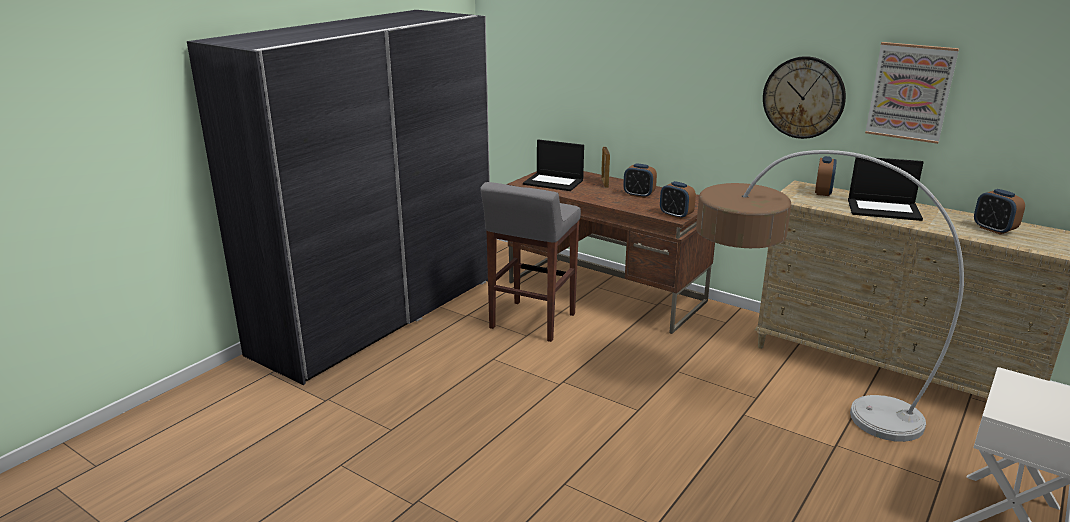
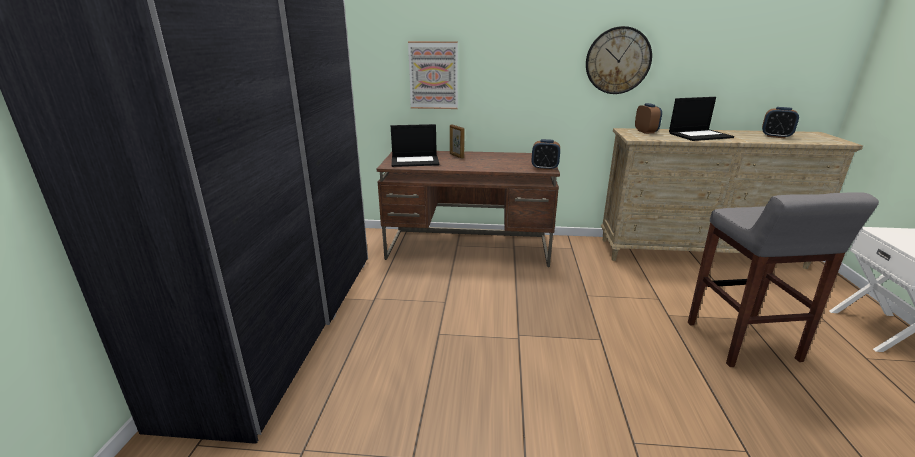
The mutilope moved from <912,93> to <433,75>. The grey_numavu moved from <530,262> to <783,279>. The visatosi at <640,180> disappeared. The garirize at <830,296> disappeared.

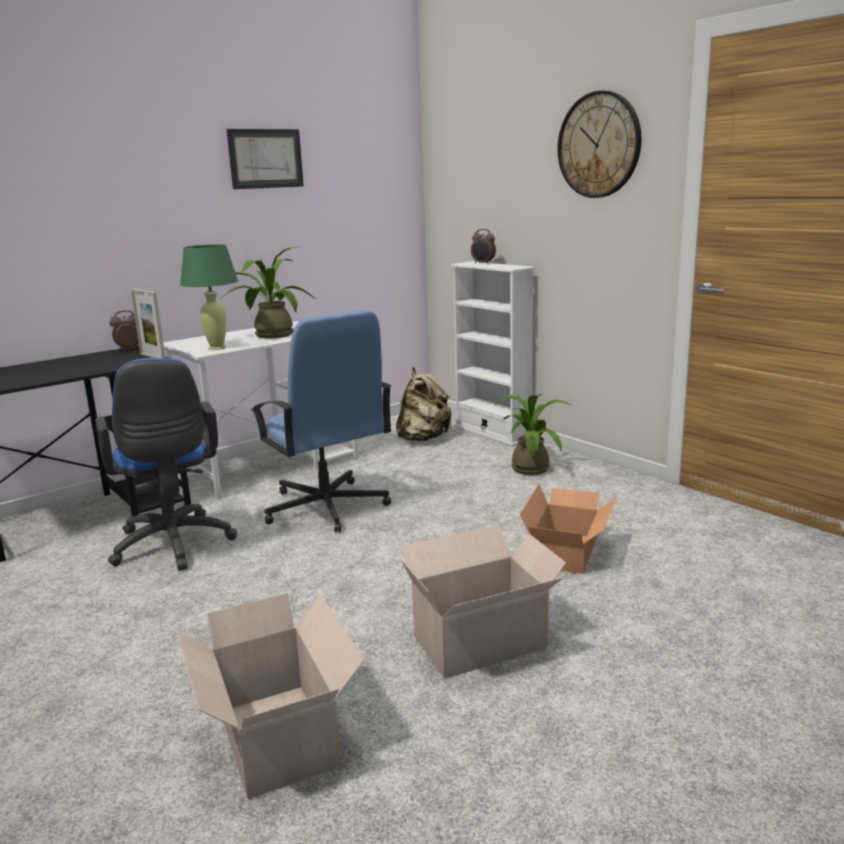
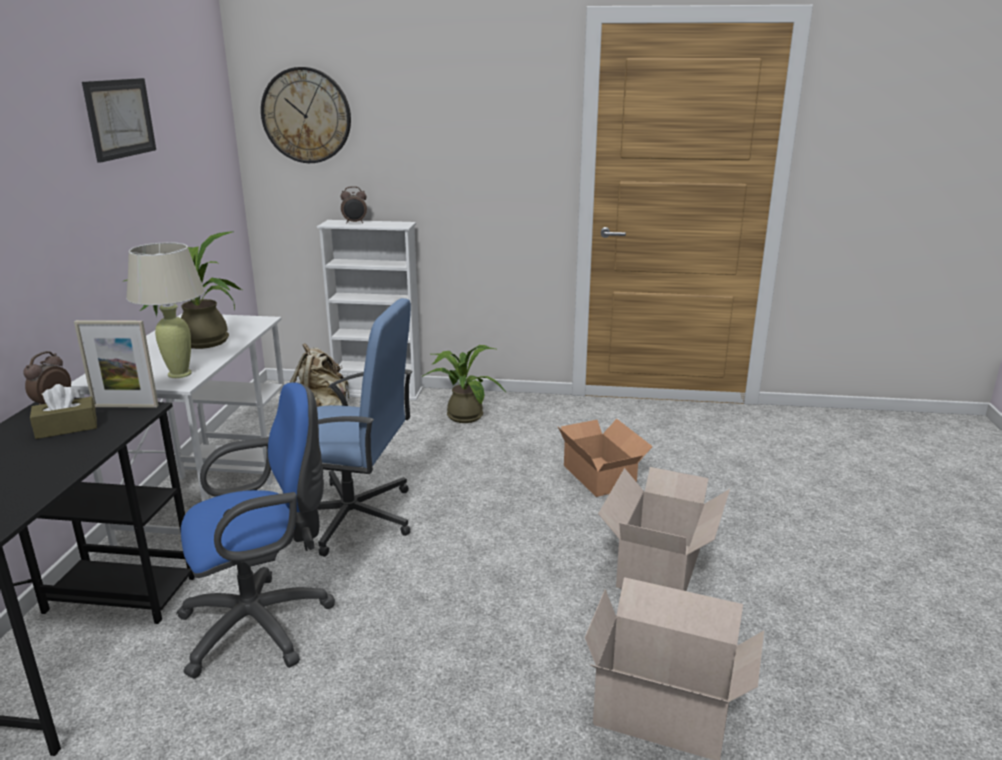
The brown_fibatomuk at <63,411> appeared. The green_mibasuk at <209,297> became the beige_mibasuk at <165,310>. The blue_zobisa at <166,464> turned 45 degrees counterclockwise. The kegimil moved from <600,144> to <306,115>.

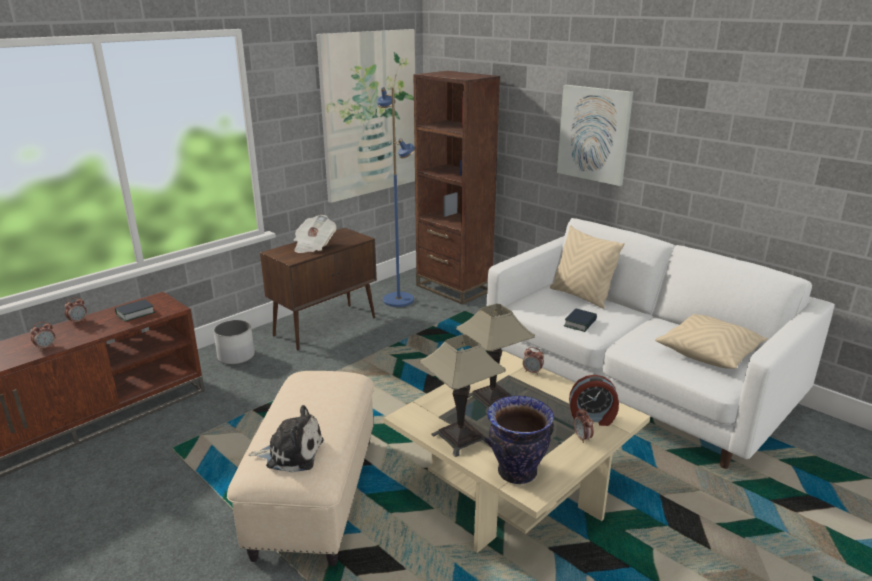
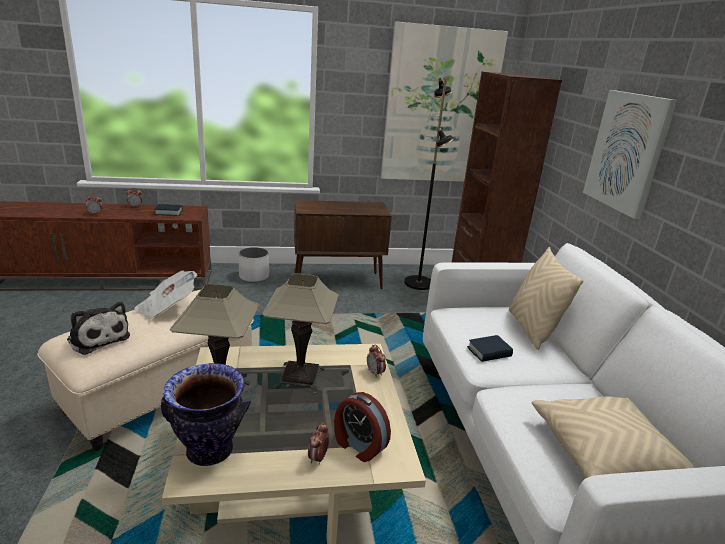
The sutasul moved from <315,234> to <165,295>. The blue_garirize at <396,197> became the black_garirize at <429,184>.

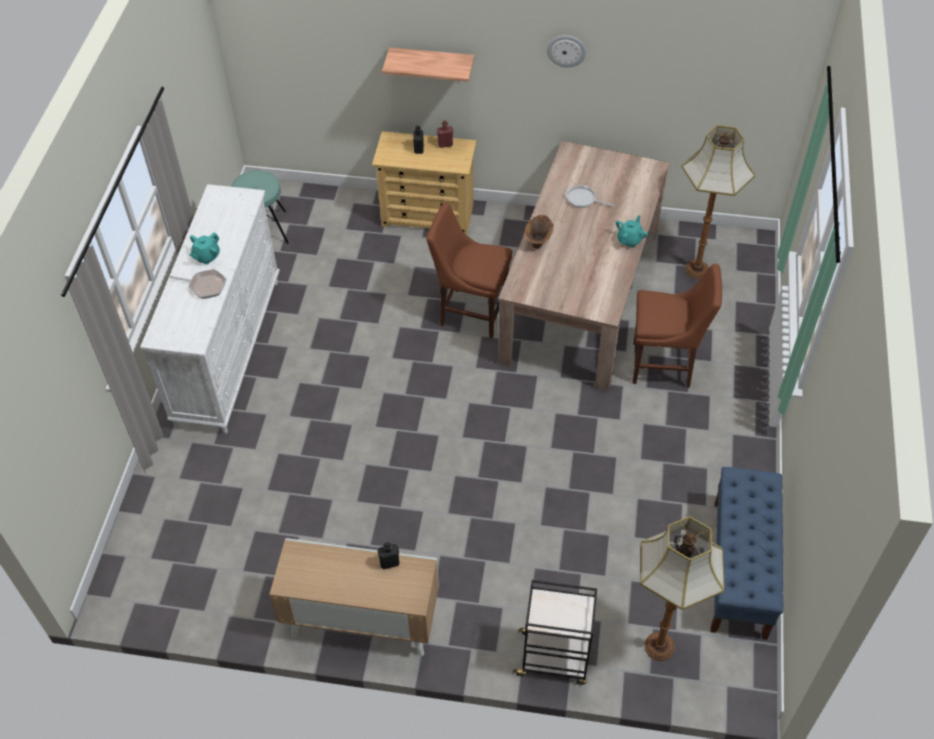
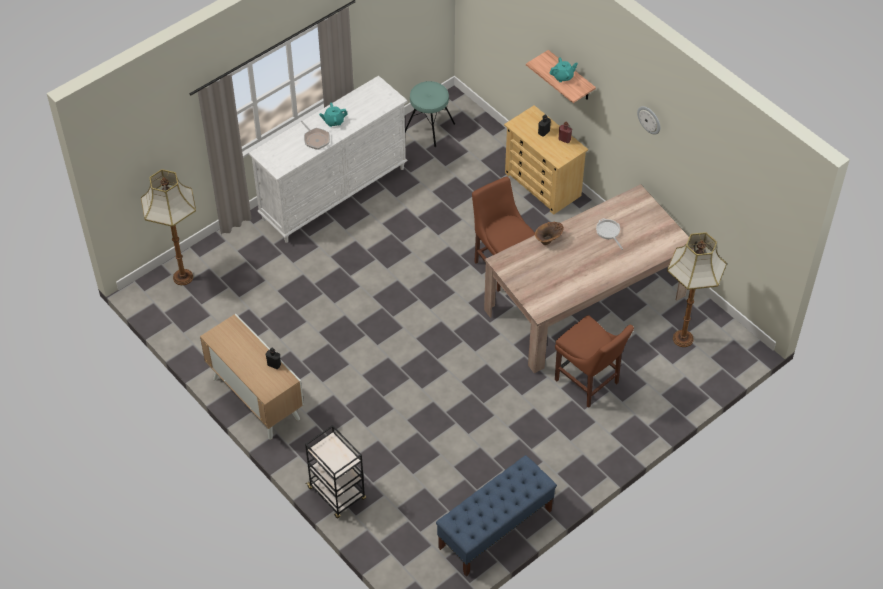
The garirize moved from <682,589> to <168,227>. The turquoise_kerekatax moved from <631,231> to <564,69>.

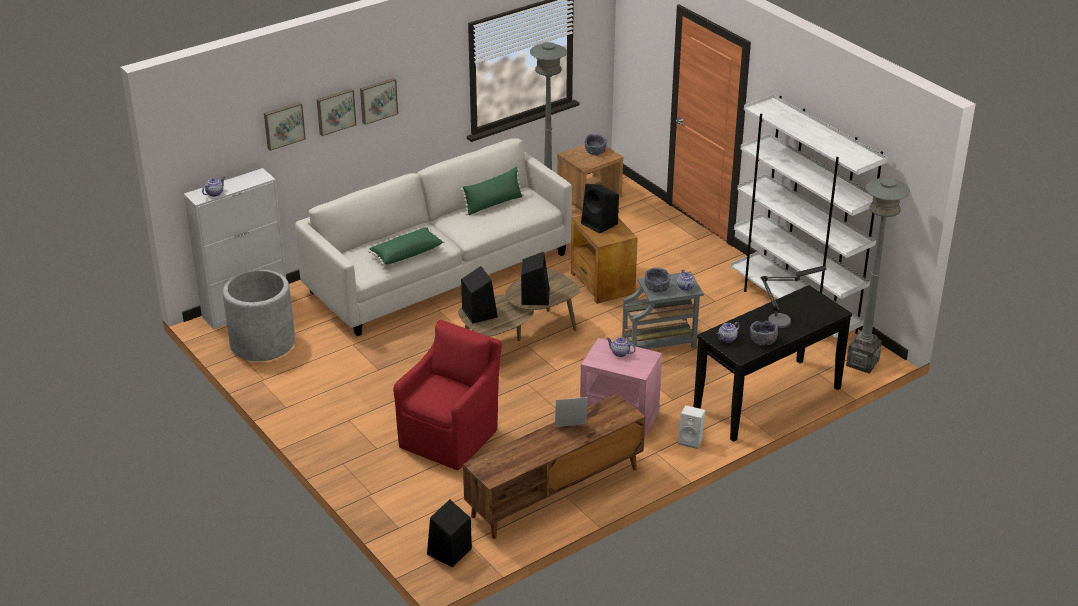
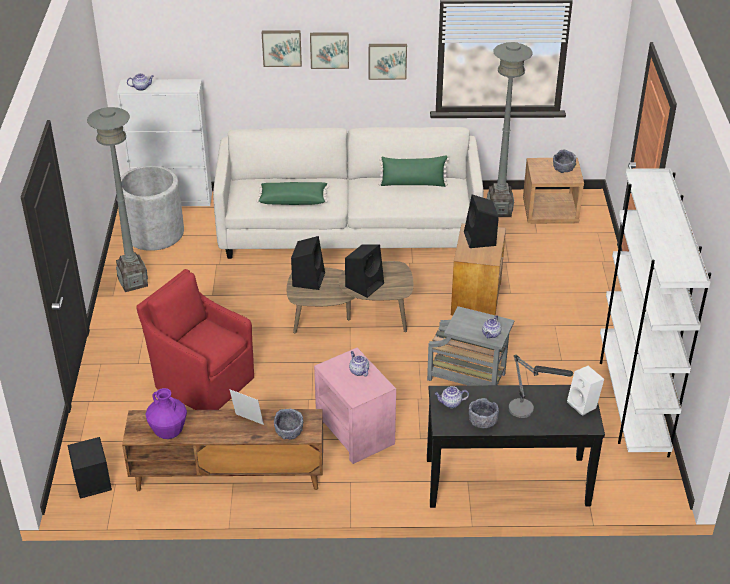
The grey_garirize moved from <878,276> to <117,199>. The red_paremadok at <447,395> turned 120 degrees counterclockwise. The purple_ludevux at <166,413> appeared. The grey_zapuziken moved from <657,280> to <288,424>. The mutilope moved from <285,126> to <388,62>. The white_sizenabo moved from <692,427> to <585,391>.

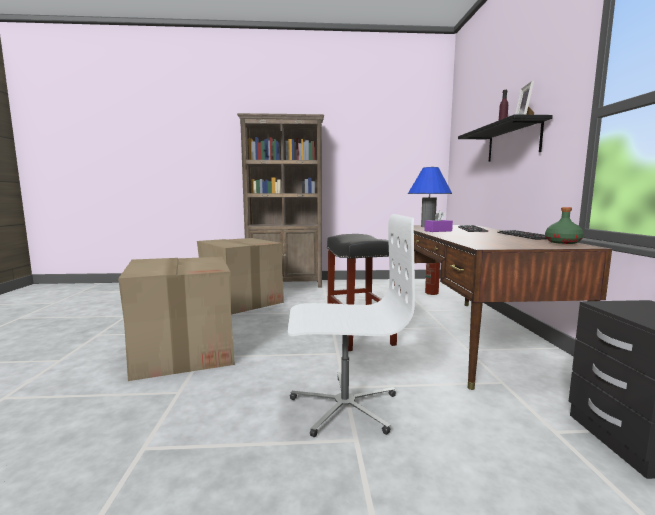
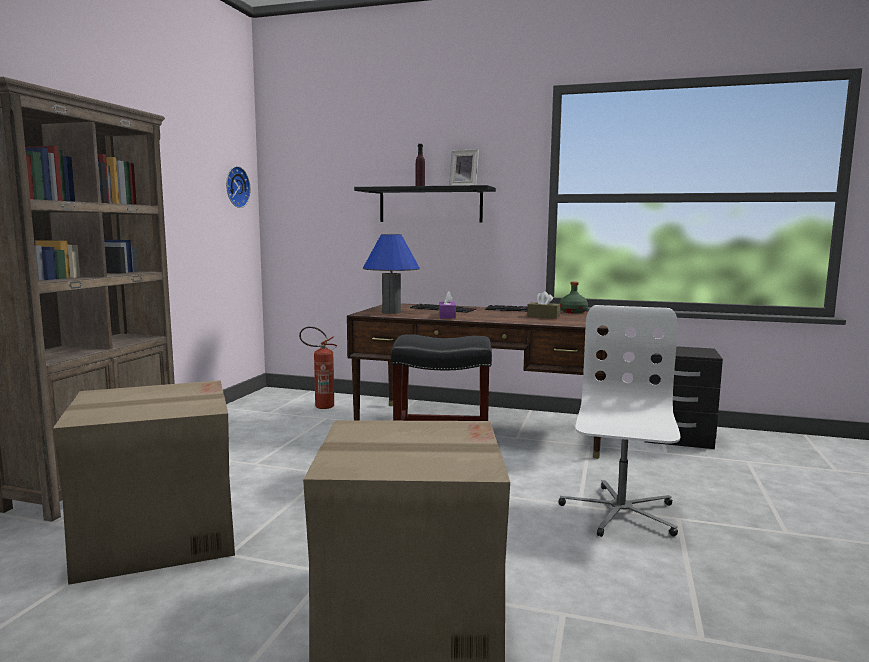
The kegimil at <238,187> appeared. The brown_fibatomuk at <543,305> appeared.

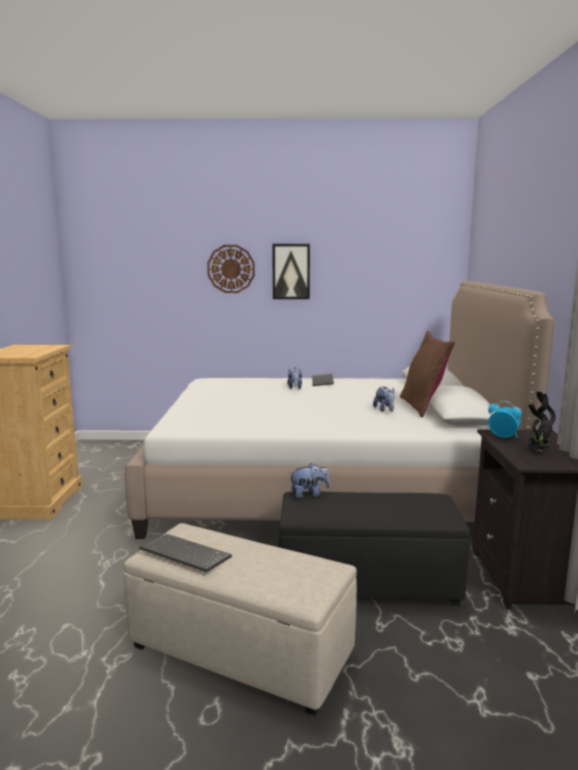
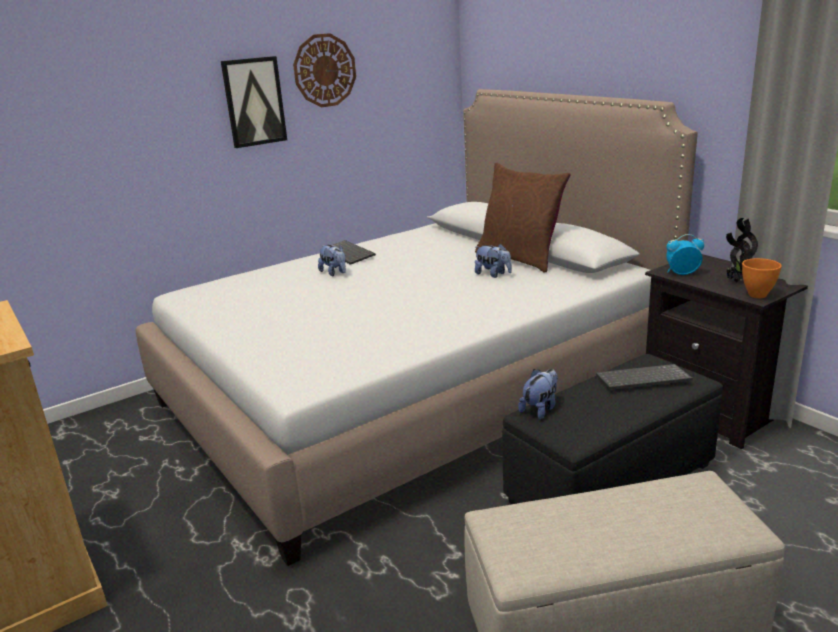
The kegimil moved from <231,269> to <324,70>. The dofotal moved from <185,553> to <644,377>. The orange_zapuziken at <762,278> appeared.

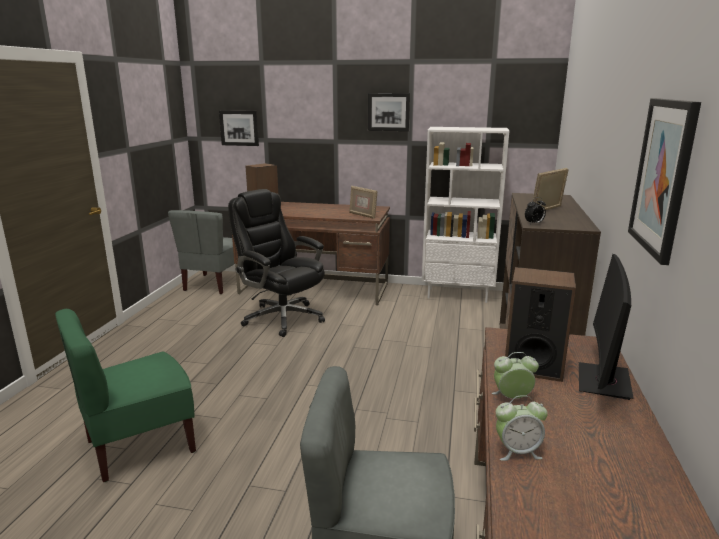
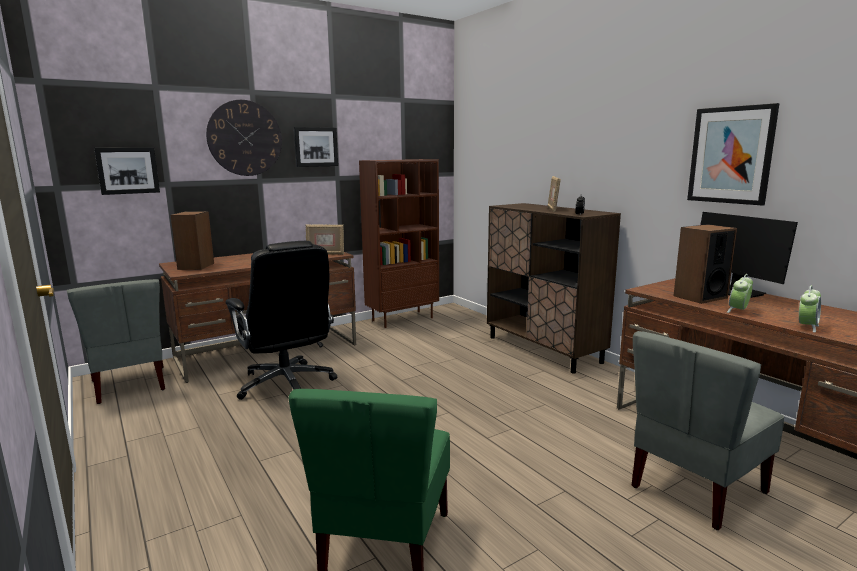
The kegimil at <244,138> appeared. The black_zobisa at <276,263> turned 120 degrees counterclockwise. The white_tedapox at <465,215> became the brown_tedapox at <399,243>.

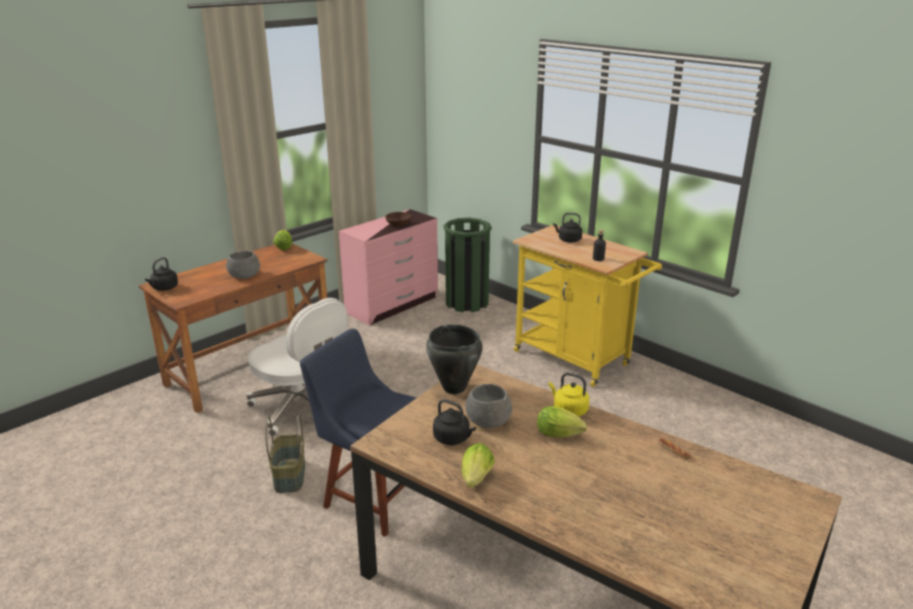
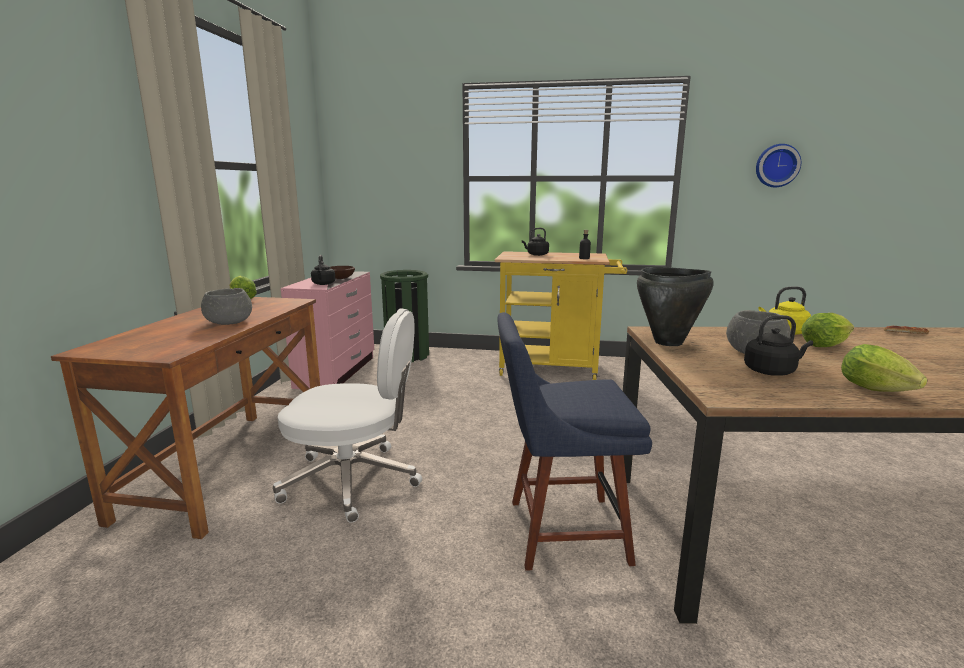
The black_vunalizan moved from <161,274> to <323,270>. The kegimil at <778,165> appeared. The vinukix at <285,453> disappeared.

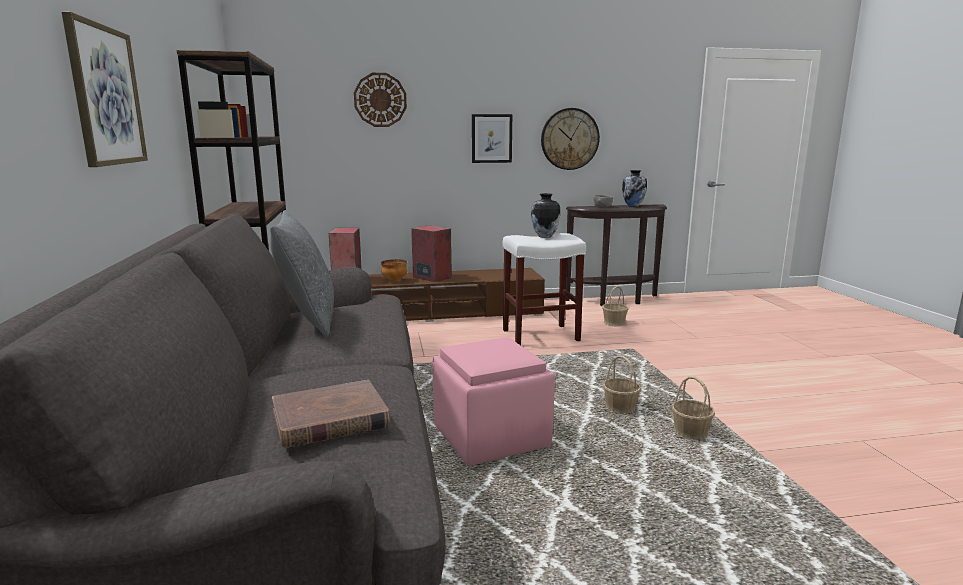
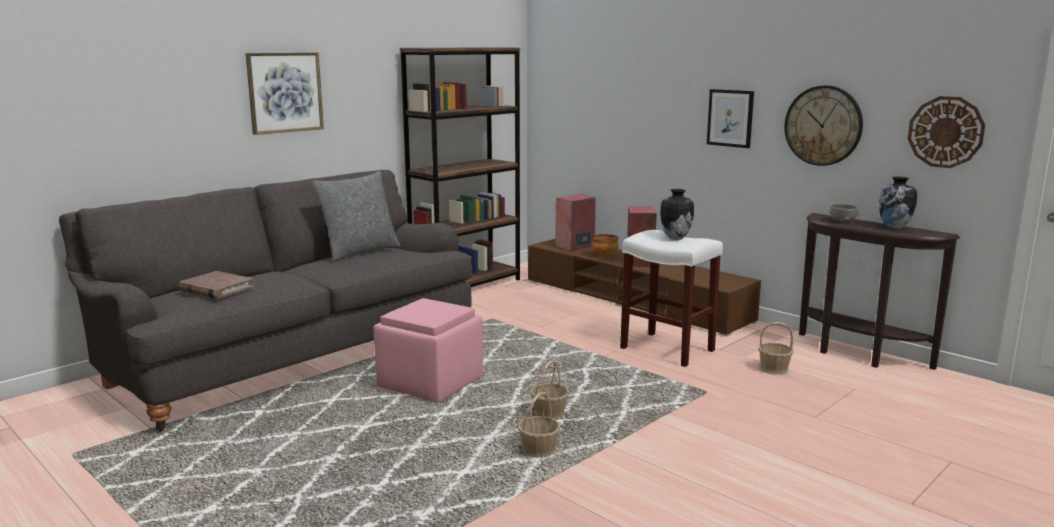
The kegimil moved from <380,100> to <946,132>.

